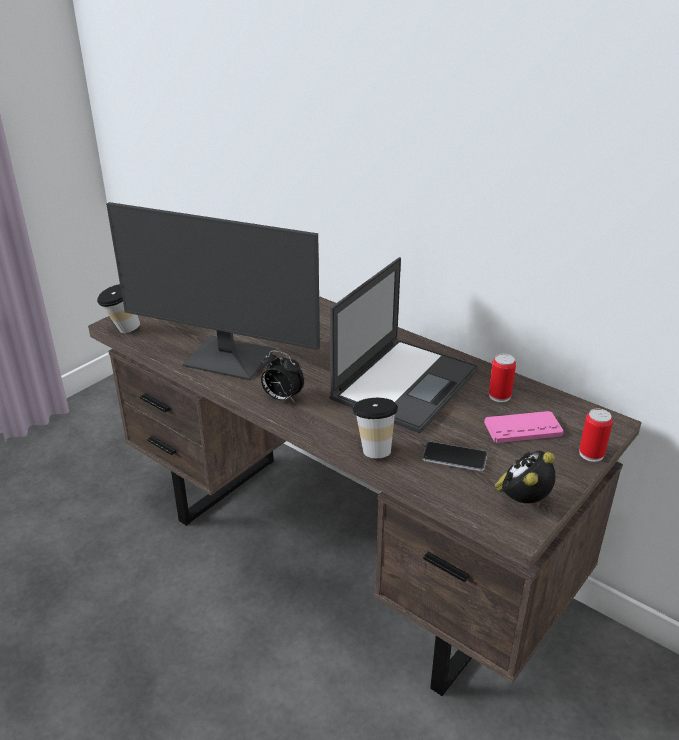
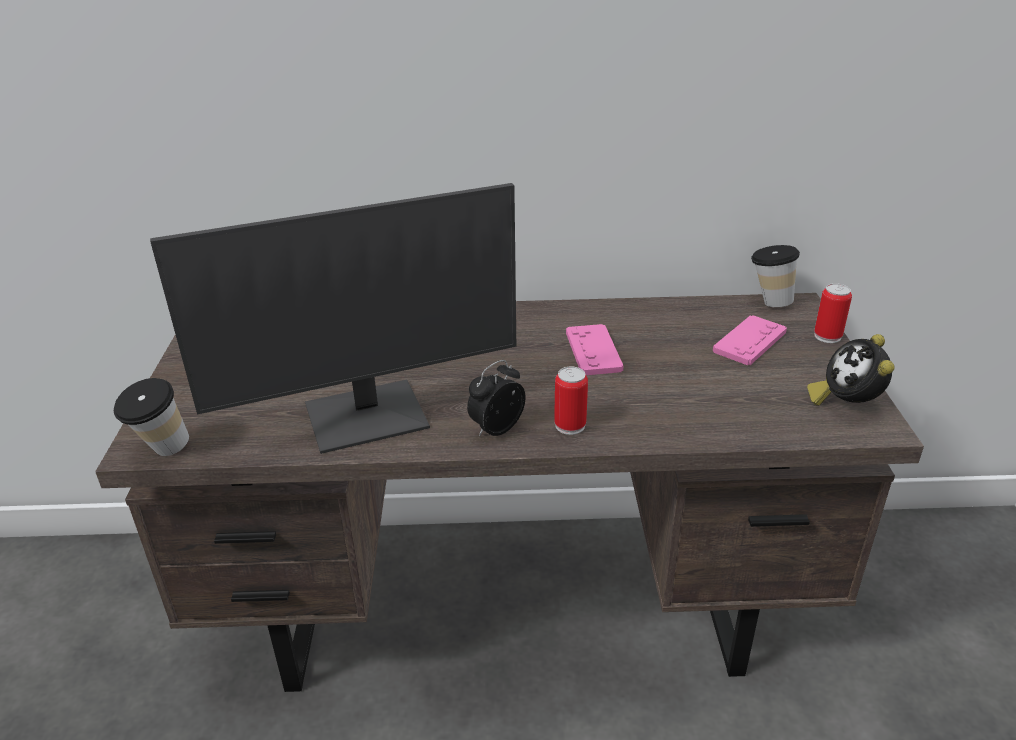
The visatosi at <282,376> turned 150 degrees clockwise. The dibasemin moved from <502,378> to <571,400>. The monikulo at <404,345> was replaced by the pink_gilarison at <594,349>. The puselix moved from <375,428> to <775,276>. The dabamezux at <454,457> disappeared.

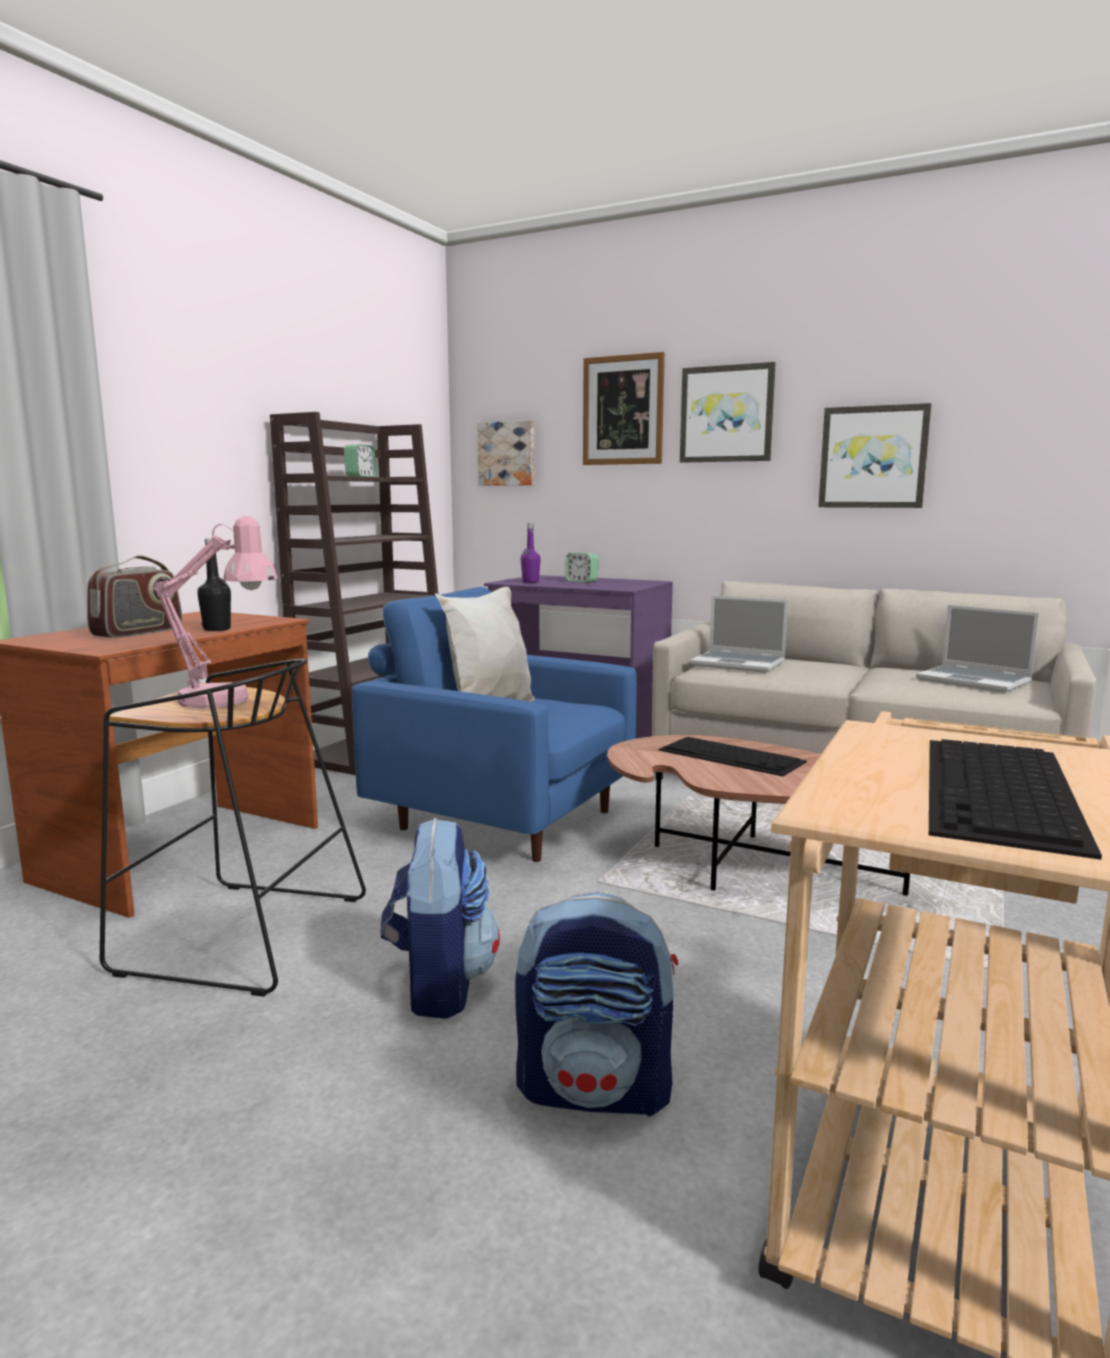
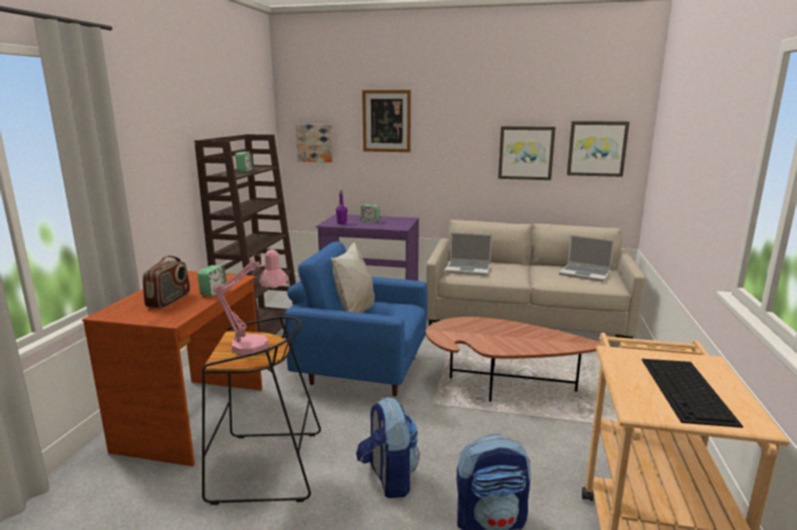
The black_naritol at <214,585> was replaced by the visatosi at <212,280>. The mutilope moved from <728,412> to <598,149>. The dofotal at <733,756> disappeared.

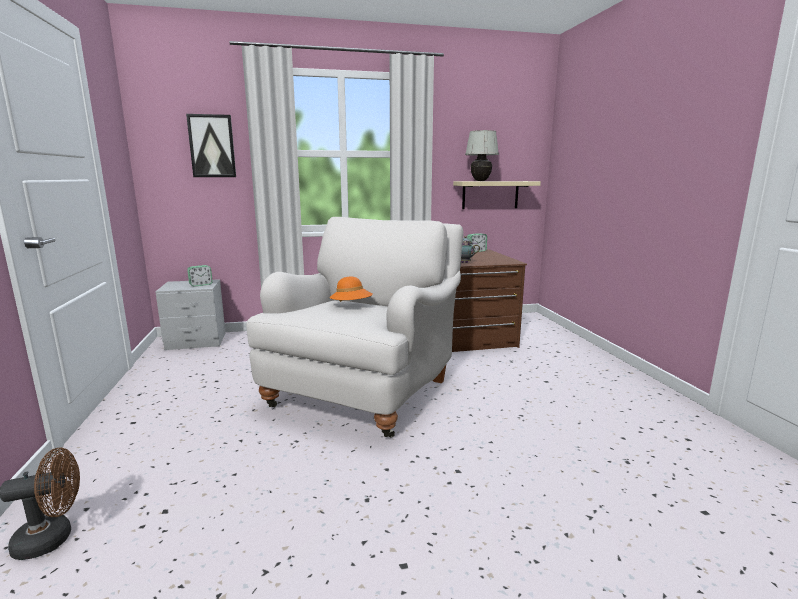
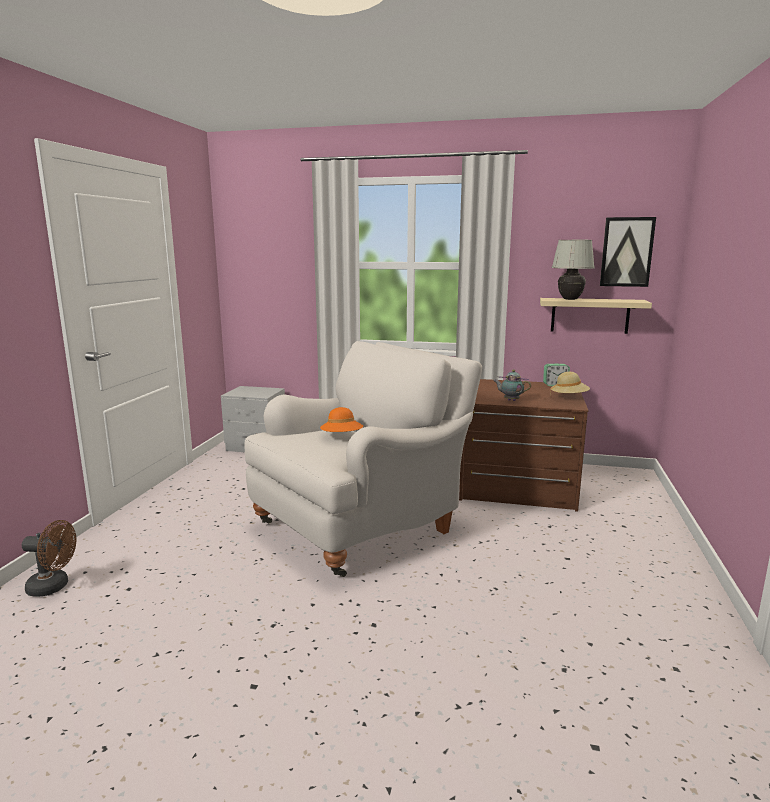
The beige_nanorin at <570,382> appeared. The mutilope moved from <211,145> to <628,252>. The visatosi at <200,276> disappeared.

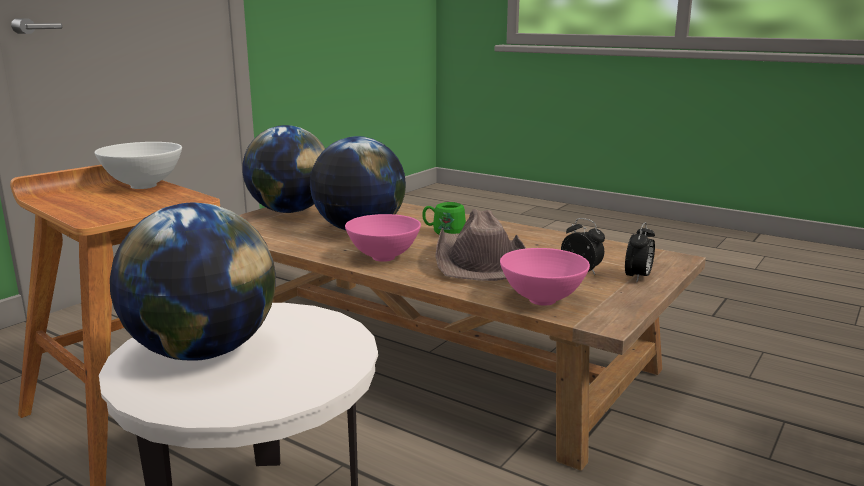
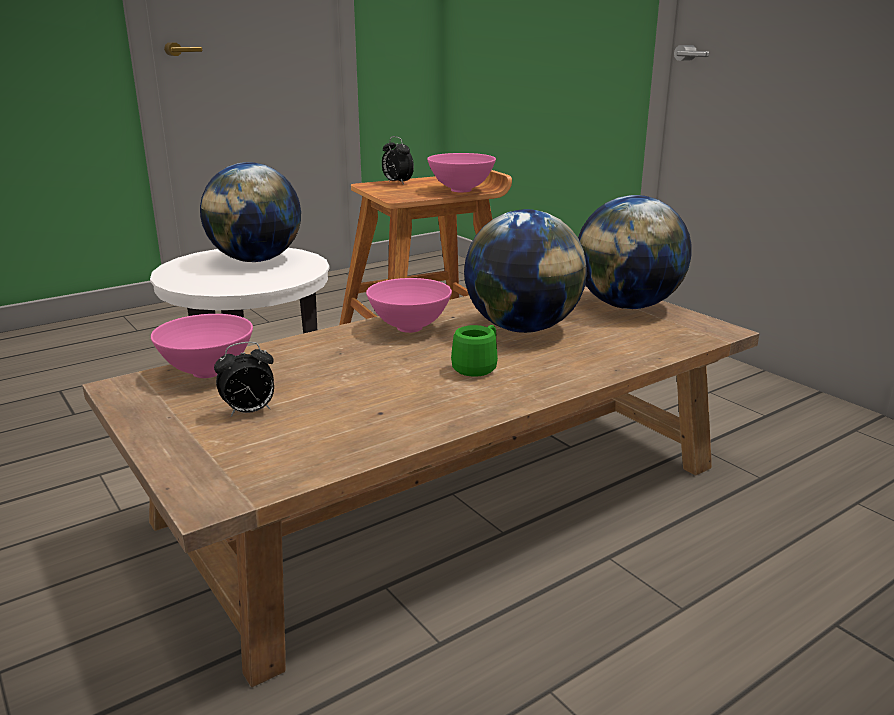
The visatosi moved from <640,252> to <398,160>. The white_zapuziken at <138,165> became the pink_zapuziken at <461,172>. The brown_nanorin at <480,245> disappeared.

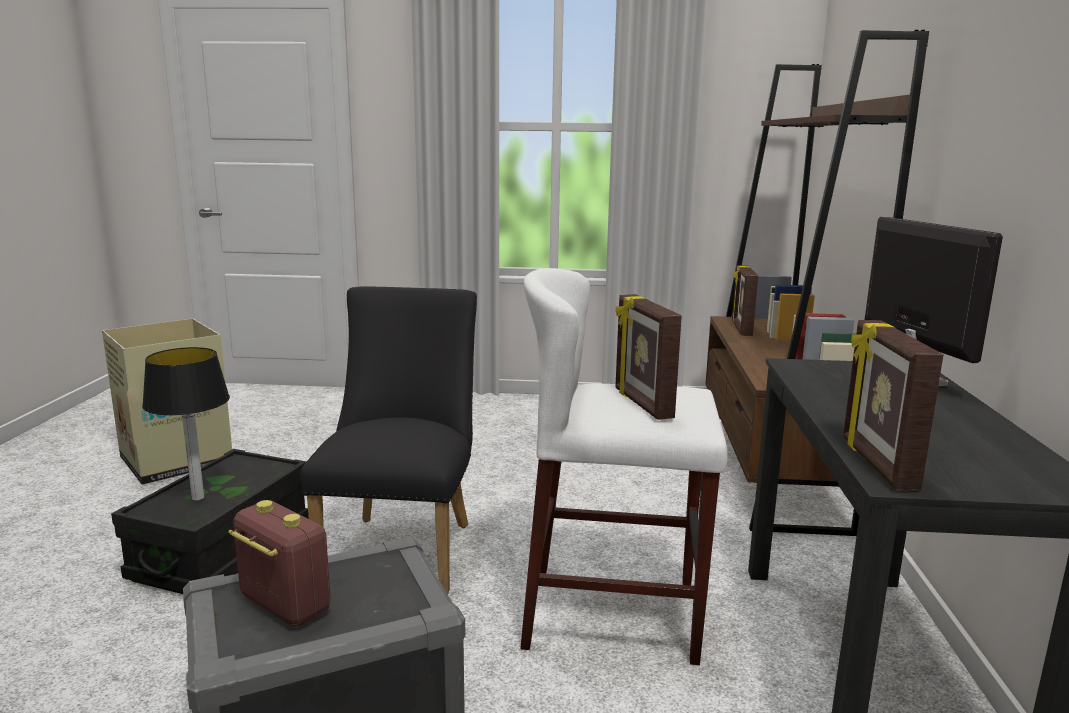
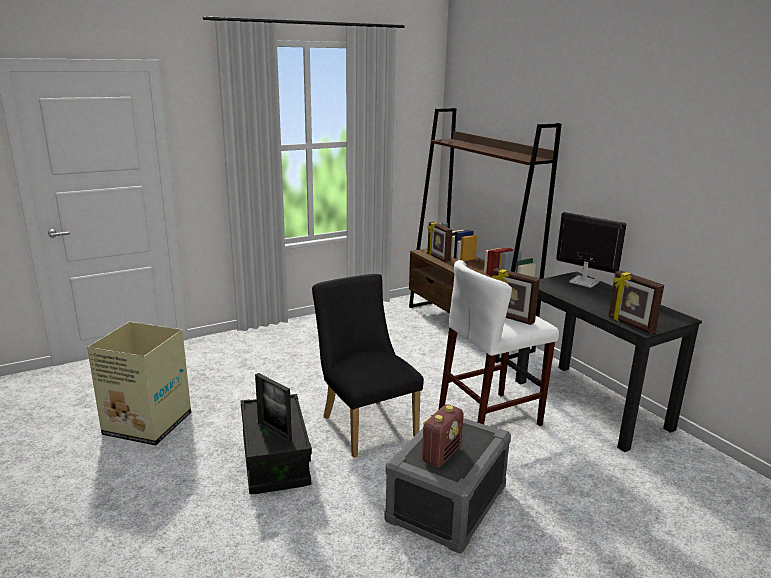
The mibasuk at <186,424> was replaced by the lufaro at <273,408>. The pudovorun at <279,563> turned 120 degrees clockwise.

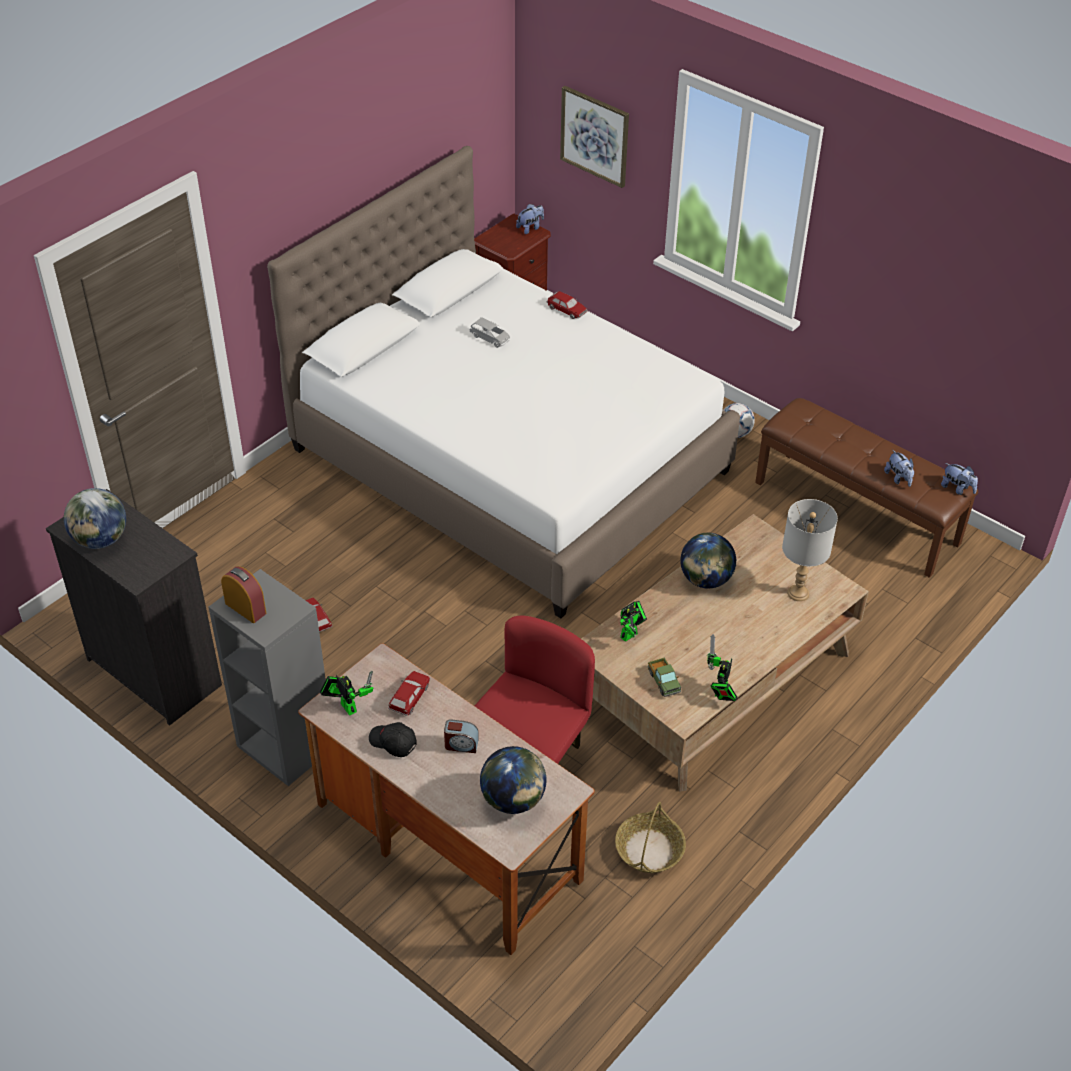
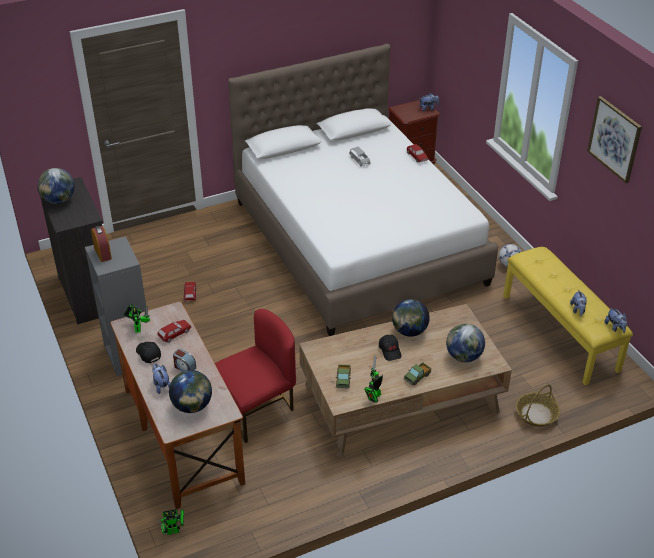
The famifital at <161,379> appeared. The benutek moved from <633,621> to <171,522>. The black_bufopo at <390,348> appeared. The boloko at <417,373> appeared. The grey_mibasuk at <810,550> was replaced by the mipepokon at <465,342>. The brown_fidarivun at <866,488> became the yellow_fidarivun at <568,316>. The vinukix moved from <650,837> to <538,406>. The mutilope moved from <594,137> to <614,139>.

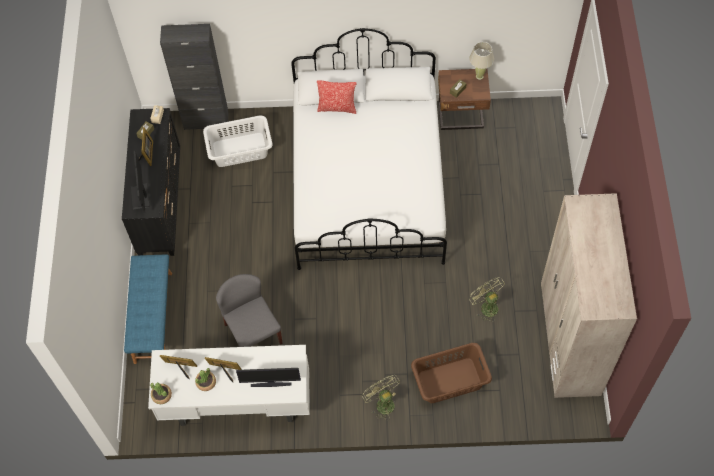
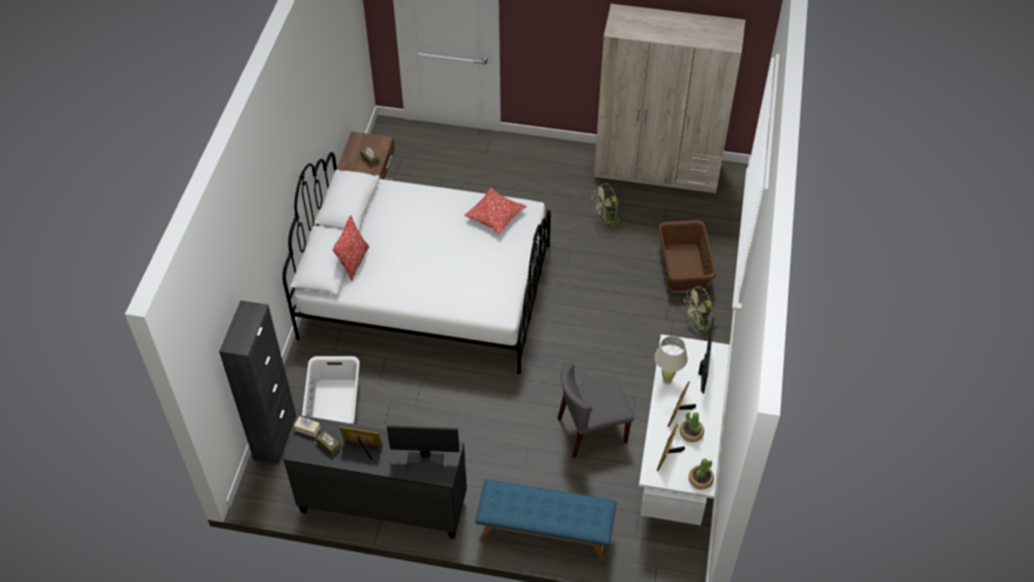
The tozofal at <495,211> appeared. The beige_mibasuk moved from <481,61> to <671,360>.

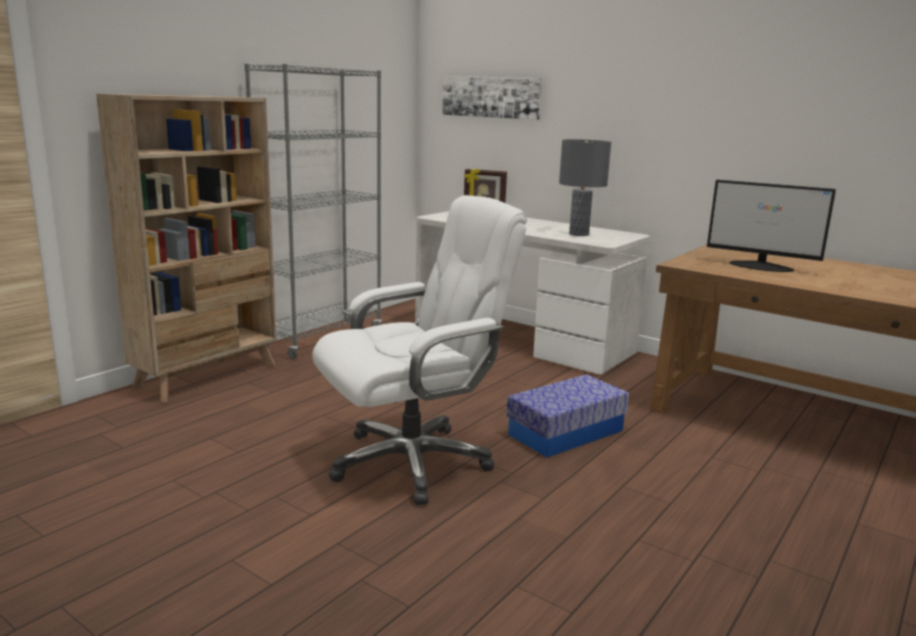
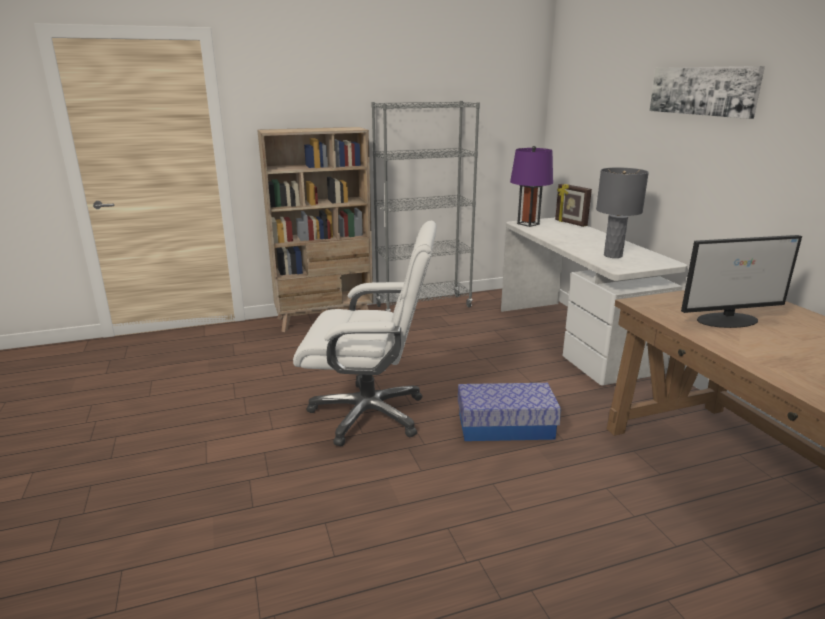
The purple_mibasuk at <531,186> appeared. The mutilope moved from <492,98> to <707,92>. The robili at <771,226> turned 75 degrees counterclockwise.

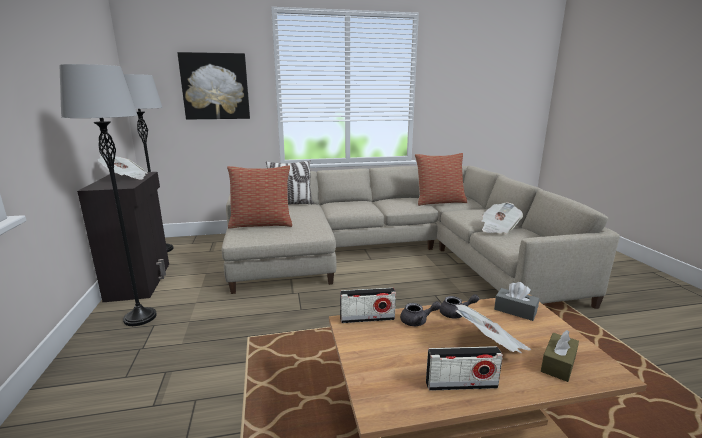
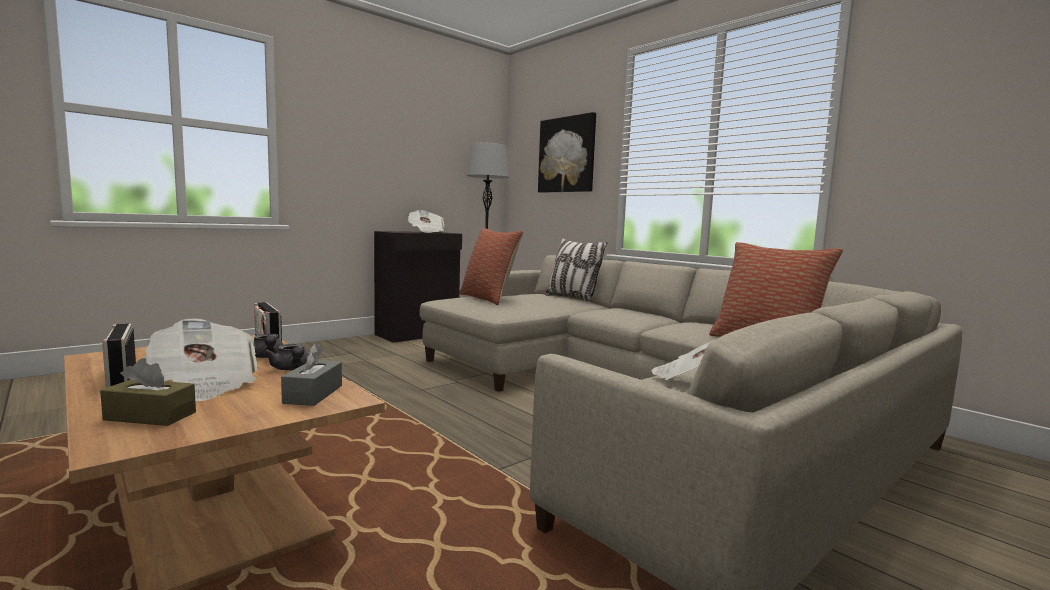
The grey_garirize at <108,195> disappeared.

